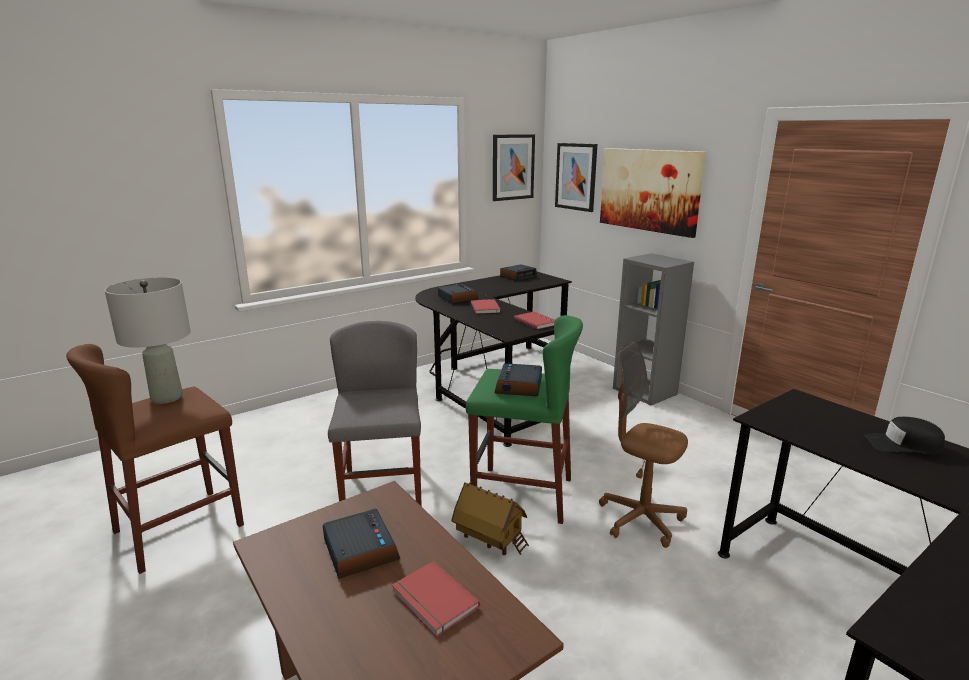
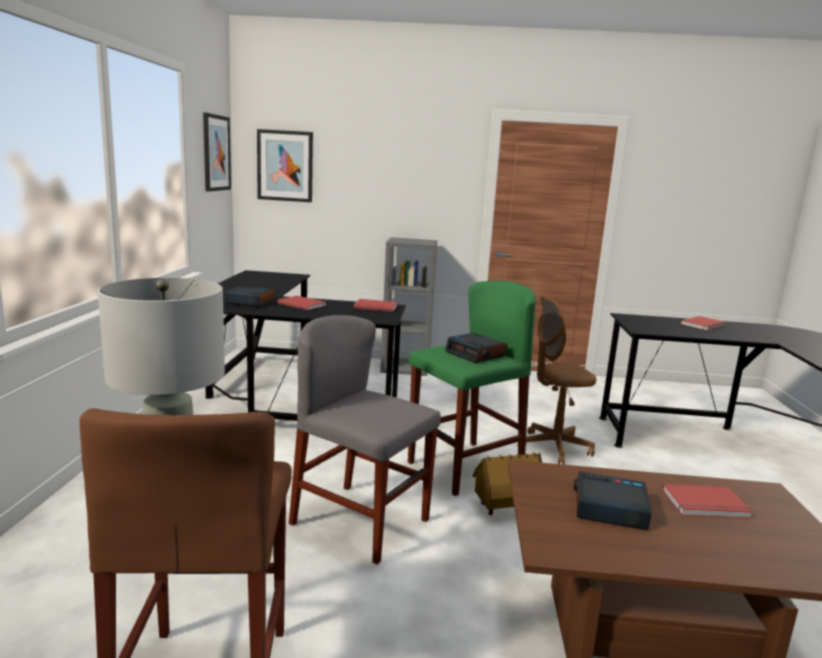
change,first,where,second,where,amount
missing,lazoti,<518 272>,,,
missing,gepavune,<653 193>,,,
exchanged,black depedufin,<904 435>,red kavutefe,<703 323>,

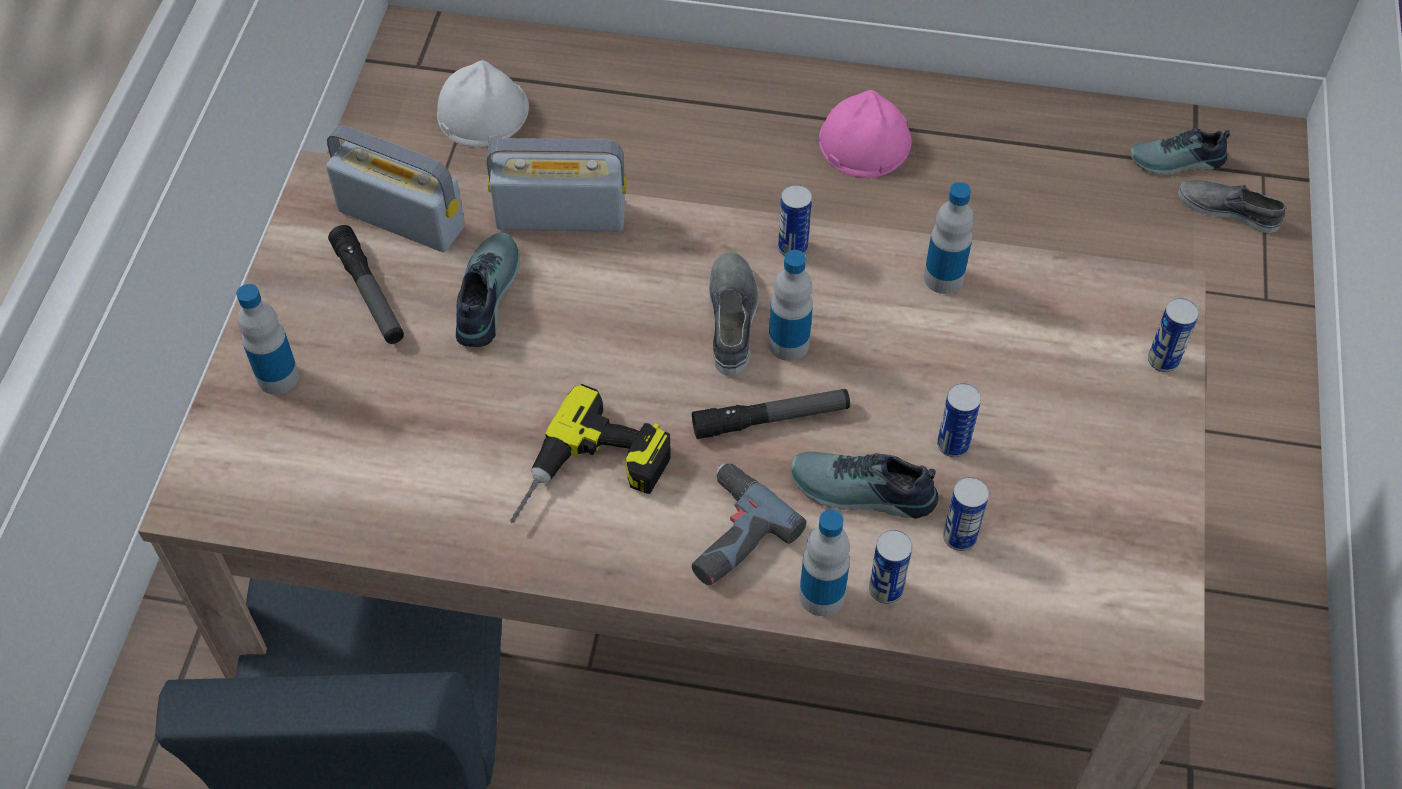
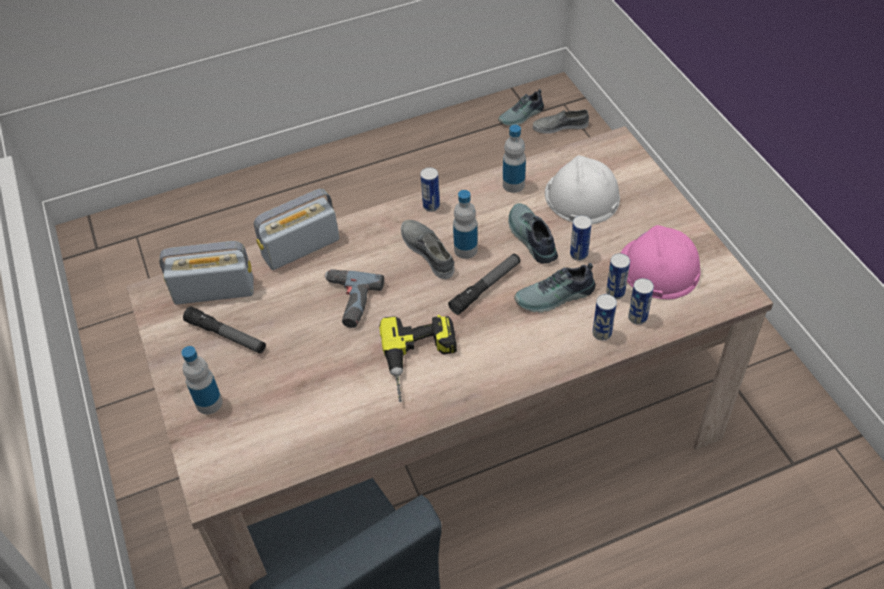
change,first,where,second,where,amount
missing,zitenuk,<824 563>,,,
relocated,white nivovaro,<483 103>,,<582 189>,
relocated,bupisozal,<488 289>,,<533 233>,
relocated,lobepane,<749 524>,,<354 298>,
relocated,pink nivovaro,<865 134>,,<660 262>,
relocated,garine,<1173 335>,,<641 301>,

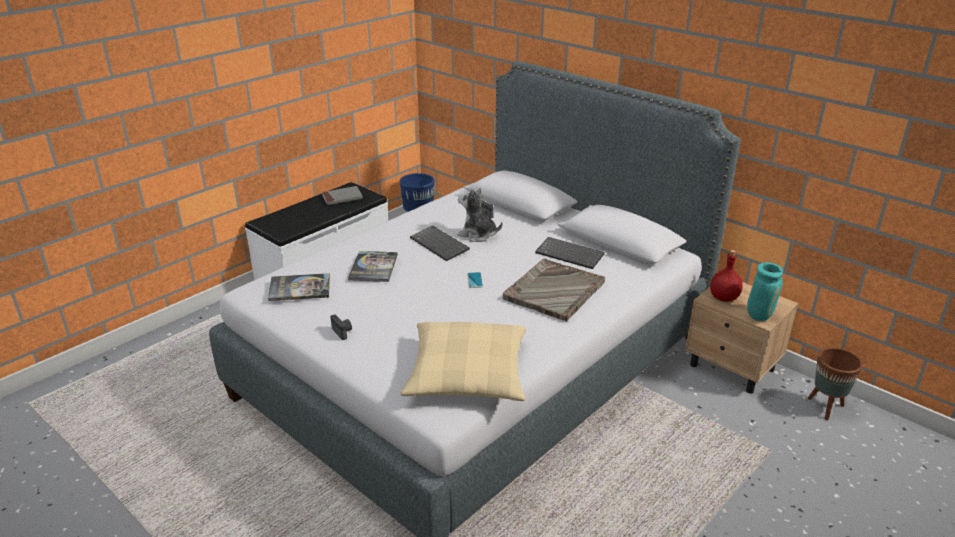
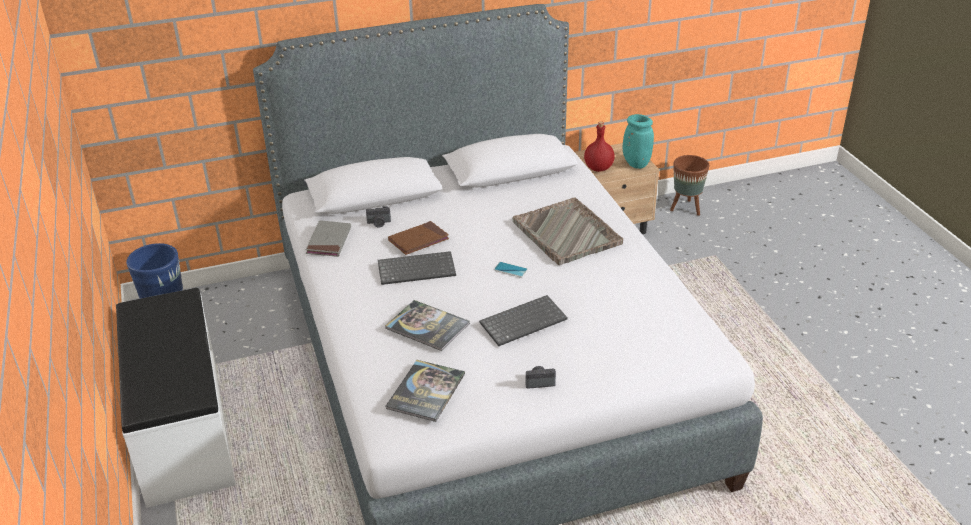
change,first,where,second,where,amount
missing,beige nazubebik,<463 361>,,,
relocated,grey kavutefe,<342 195>,,<328 238>,
relocated,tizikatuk,<570 253>,,<523 320>,
exchanged,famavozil,<479 215>,brown kavutefe,<418 238>,

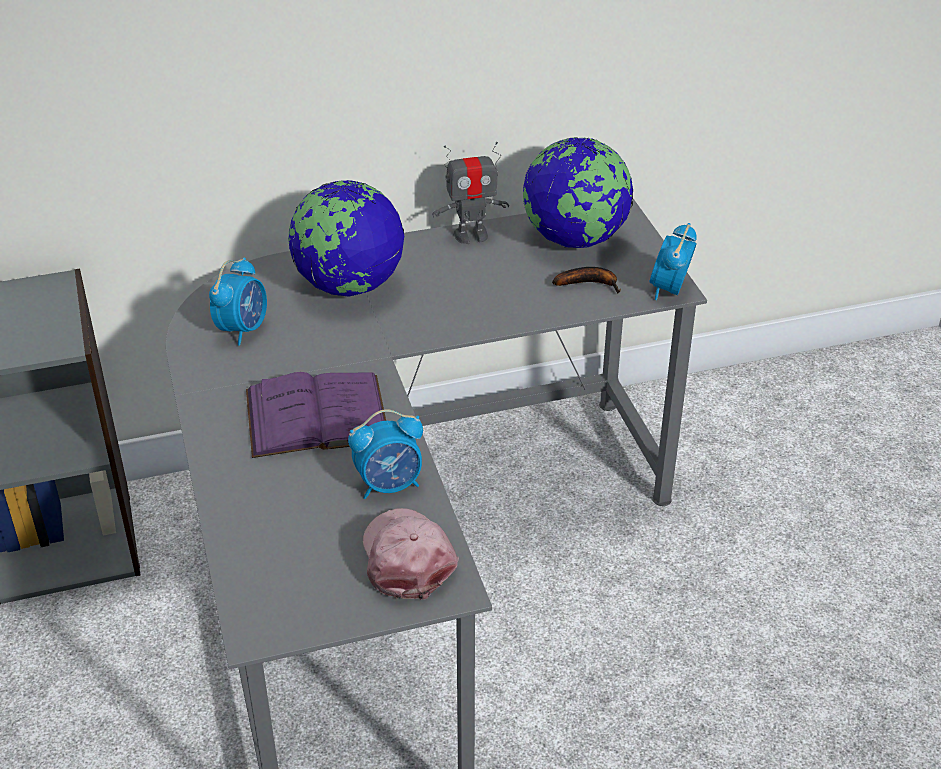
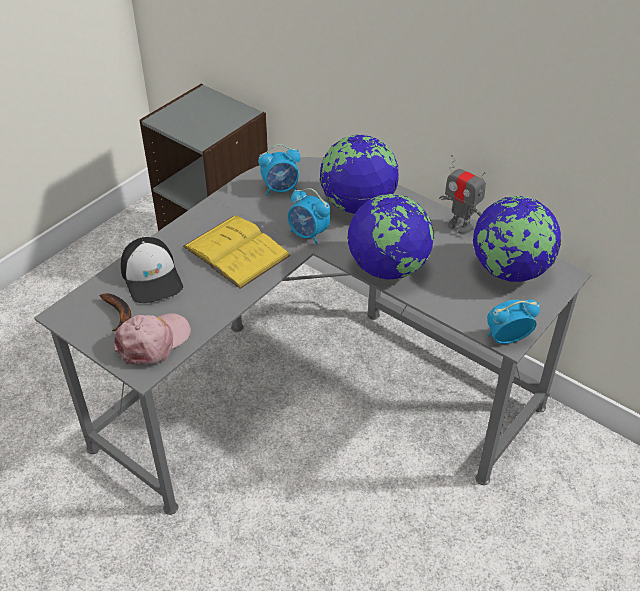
change,first,where,second,where,amount
appeared,,,depedufin,<152 270>,
appeared,,,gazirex,<390 237>,
relocated,lazoti,<385 454>,,<309 216>,
relocated,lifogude,<586 280>,,<115 312>,
colour,purple kavutefe,<316 415>,yellow kavutefe,<237 252>,

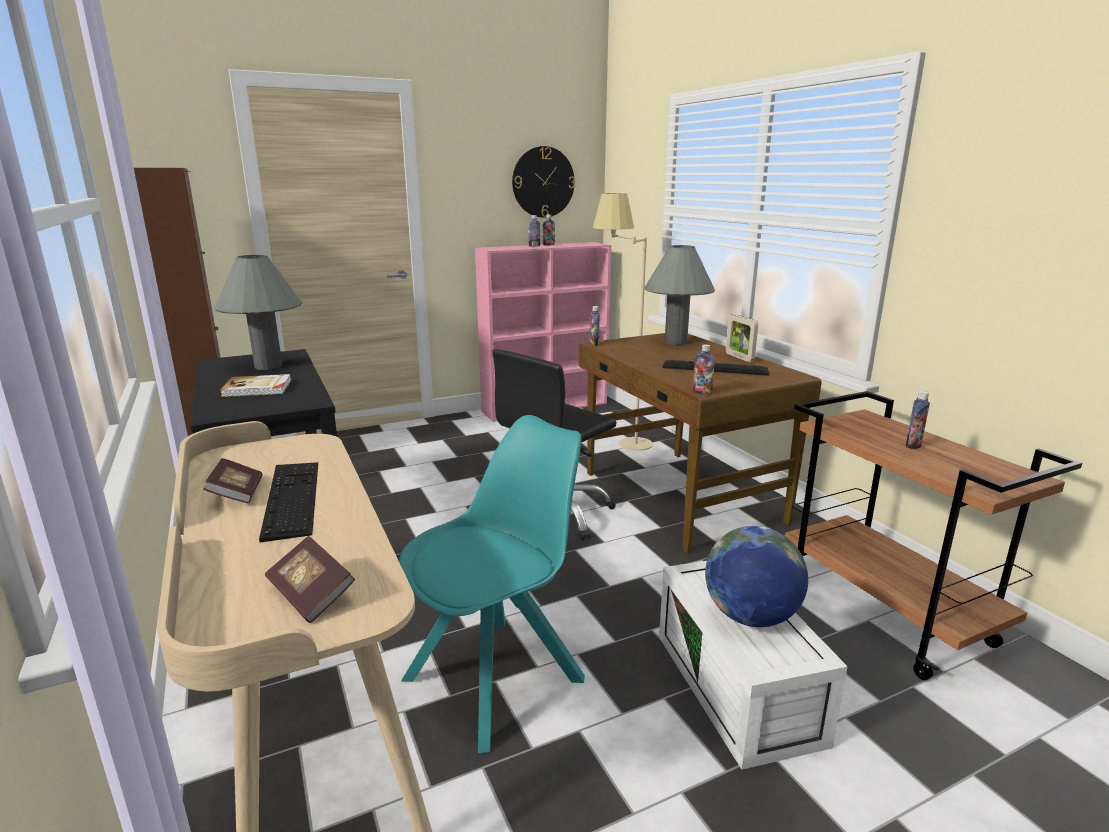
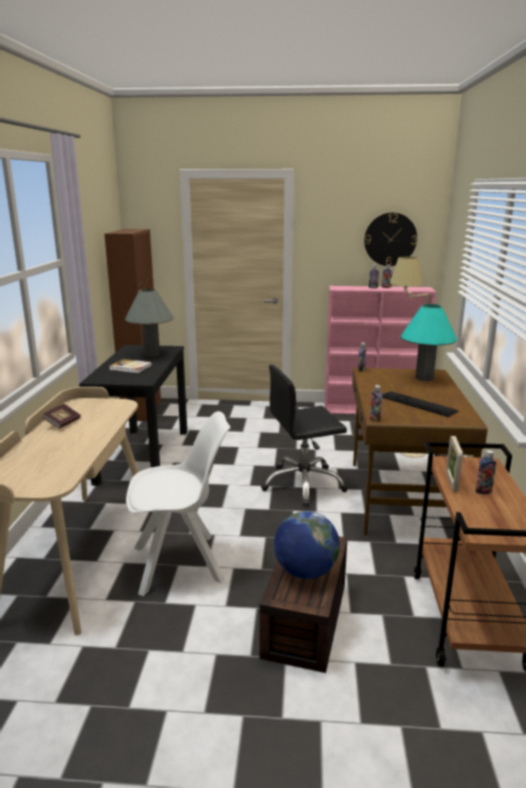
change,first,where,second,where,amount
missing,tizikatuk,<288 502>,,,
missing,kavutefe,<310 579>,,,
relocated,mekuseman,<742 338>,,<454 464>,
colour,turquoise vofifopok,<492 584>,white vofifopok,<178 503>,
colour,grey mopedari,<679 295>,turquoise mopedari,<429 342>,
colour,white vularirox,<753 665>,brown vularirox,<303 604>,

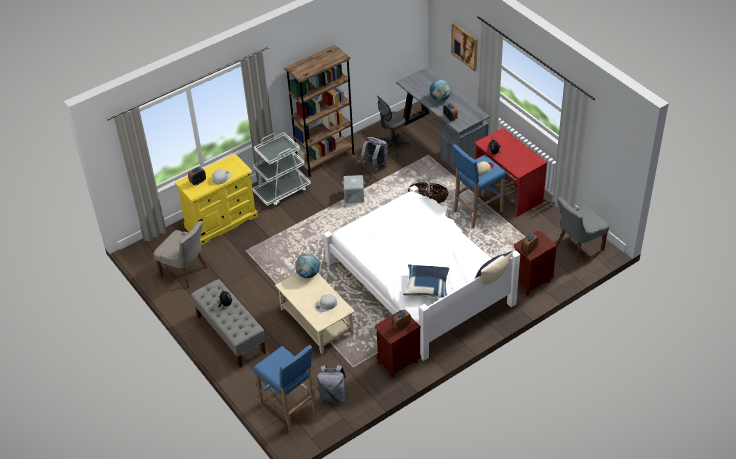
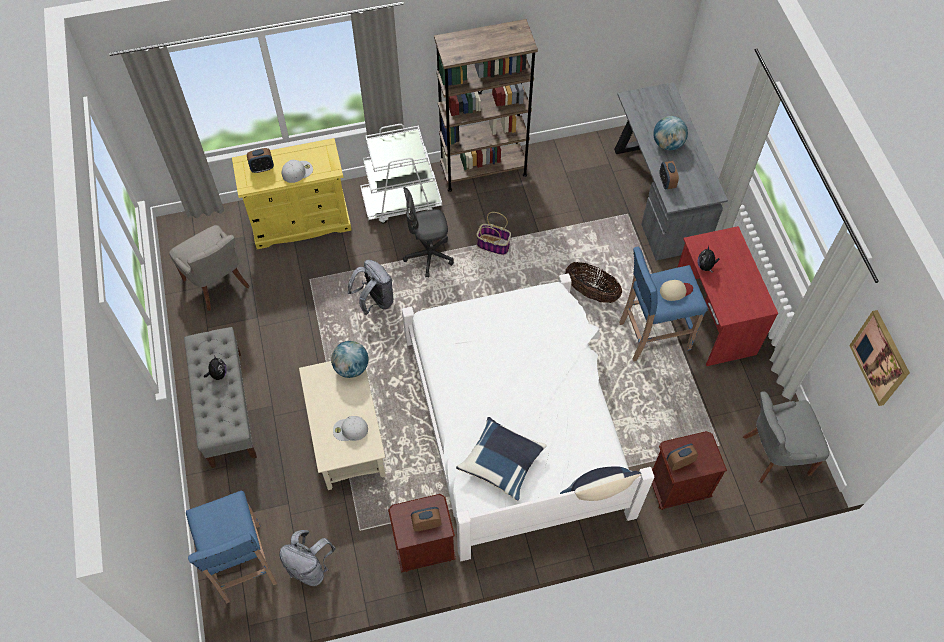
change,first,where,second,where,amount
relocated,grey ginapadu,<374 154>,,<370 287>,
relocated,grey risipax,<393 126>,,<428 232>,
relocated,gepavune,<464 47>,,<879 358>,
exchanged,grey vularirox,<353 189>,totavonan,<493 233>,

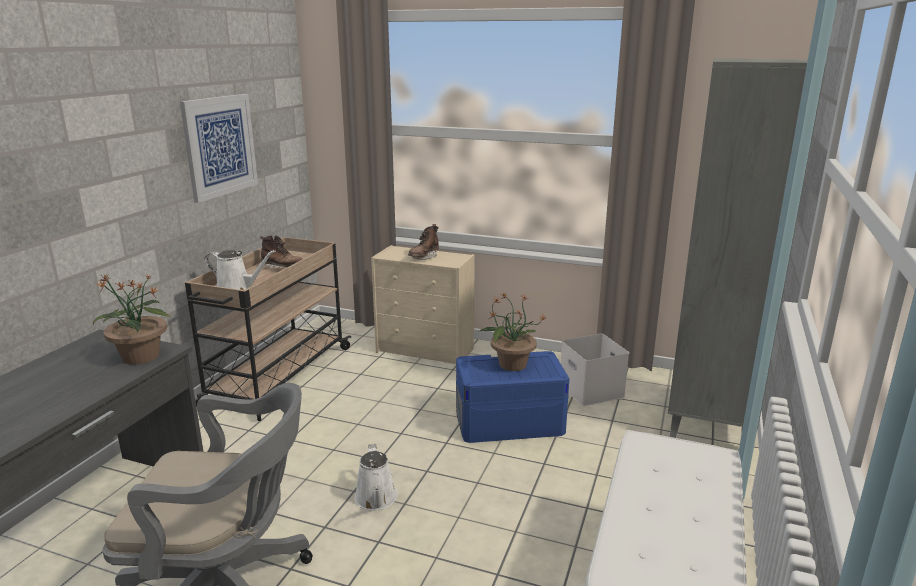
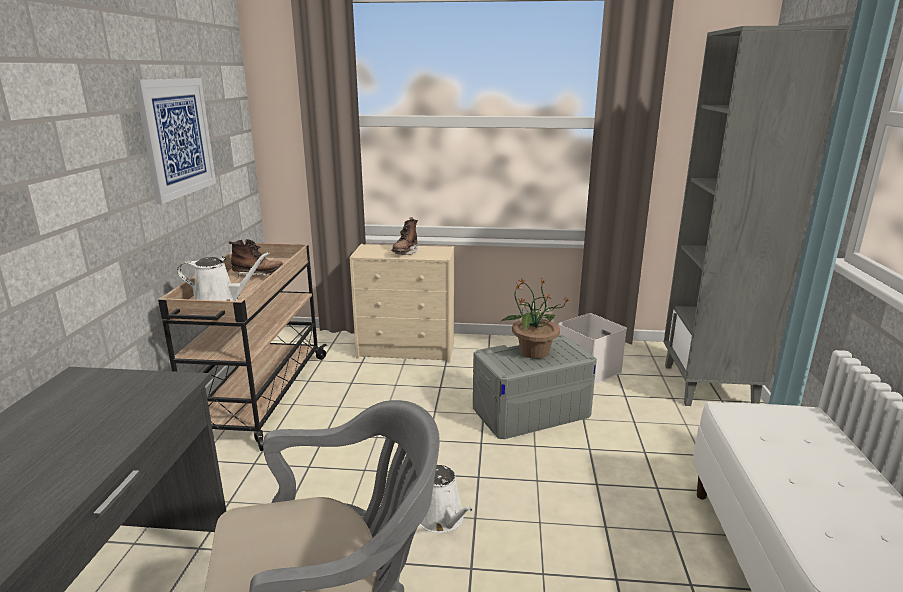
change,first,where,second,where,amount
missing,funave,<132 319>,,,
colour,blue vularirox,<512 397>,grey vularirox,<535 387>,

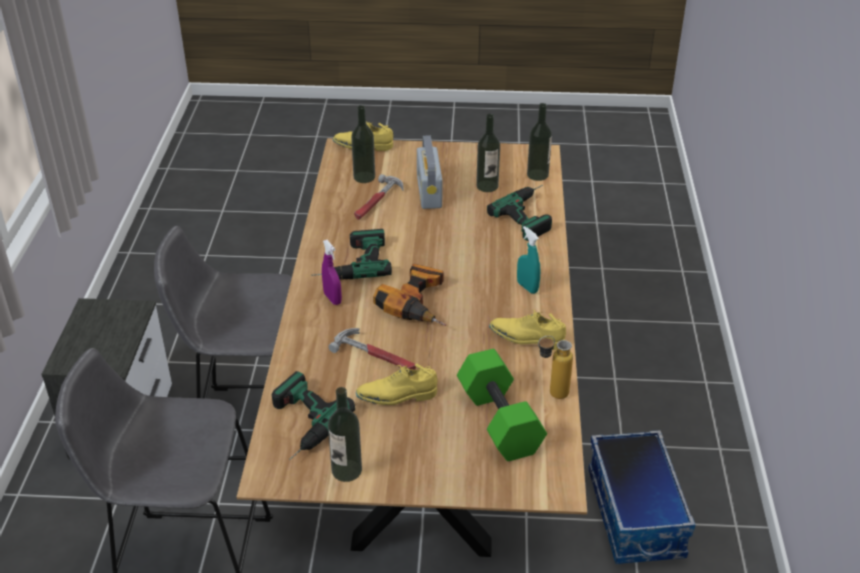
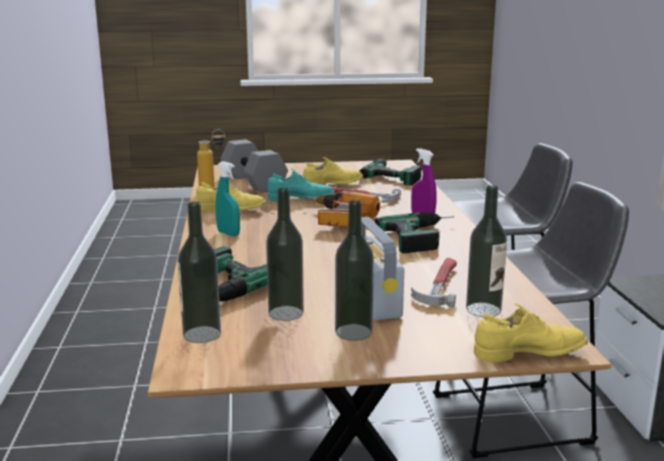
change,first,where,second,where,amount
missing,vularirox,<641 497>,,,
appeared,,,turquoise bupisozal,<301 185>,
relocated,zitenuk,<345 434>,,<354 270>,
colour,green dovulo,<502 405>,grey dovulo,<254 166>,

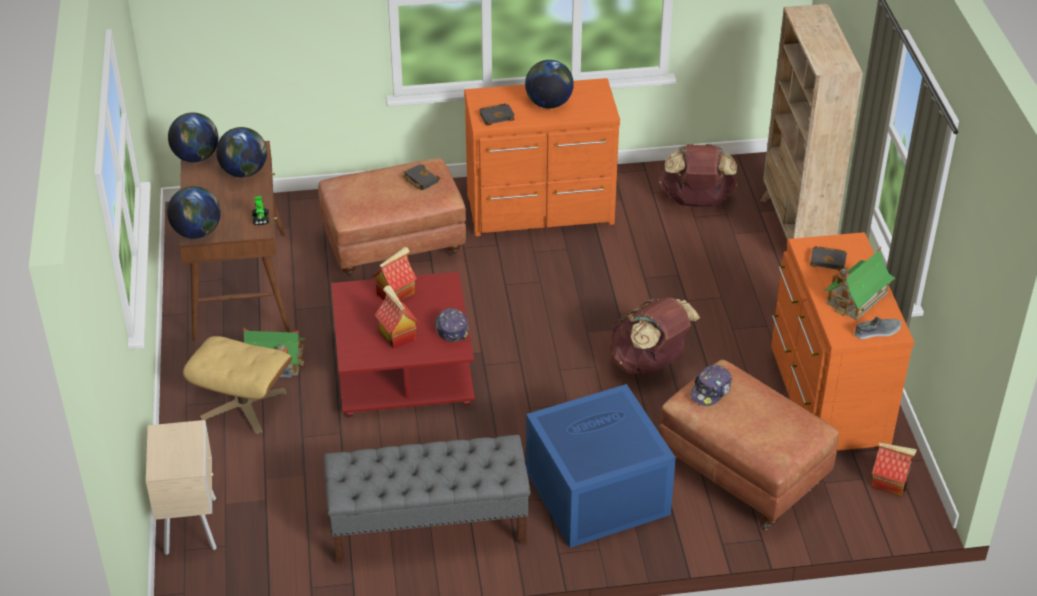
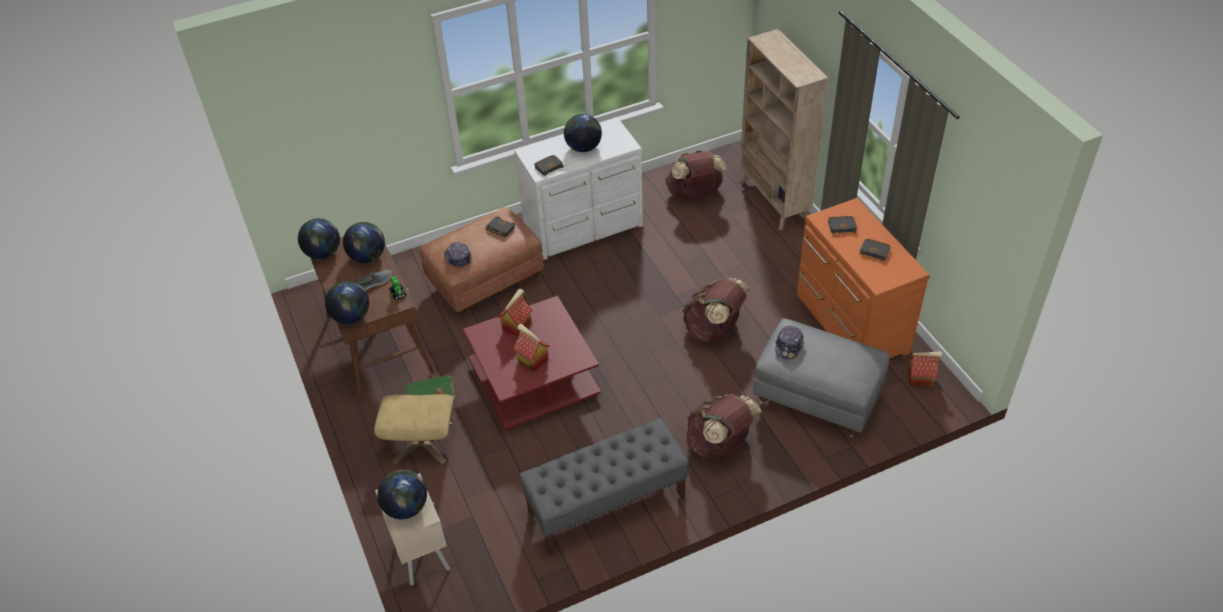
change,first,where,second,where,amount
appeared,,,gazirex,<402 494>,
relocated,depedufin,<451 325>,,<458 254>,
relocated,grey bupisozal,<878 328>,,<374 280>,
exchanged,blue vularirox,<601 466>,brown ginapadu,<724 425>,
exchanged,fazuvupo,<859 283>,black kavutefe,<874 250>,
colour,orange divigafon,<542 157>,white divigafon,<578 189>,
colour,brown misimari,<749 444>,grey misimari,<821 378>,

